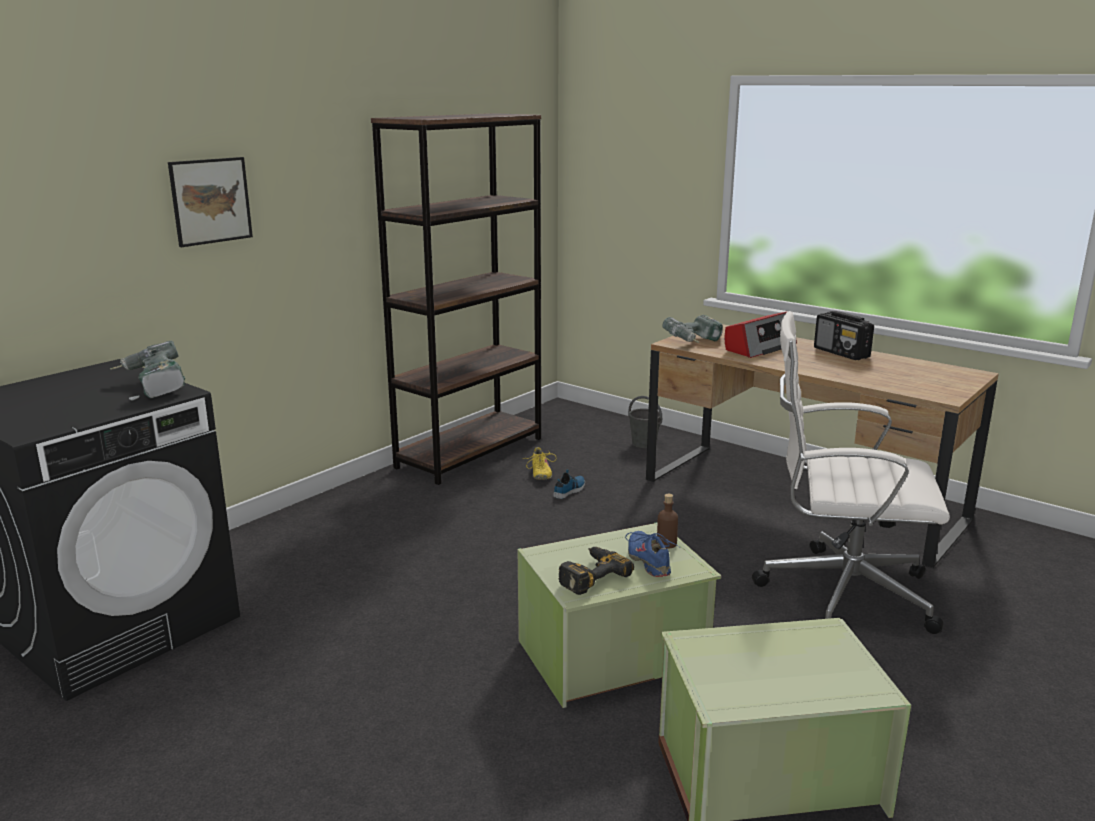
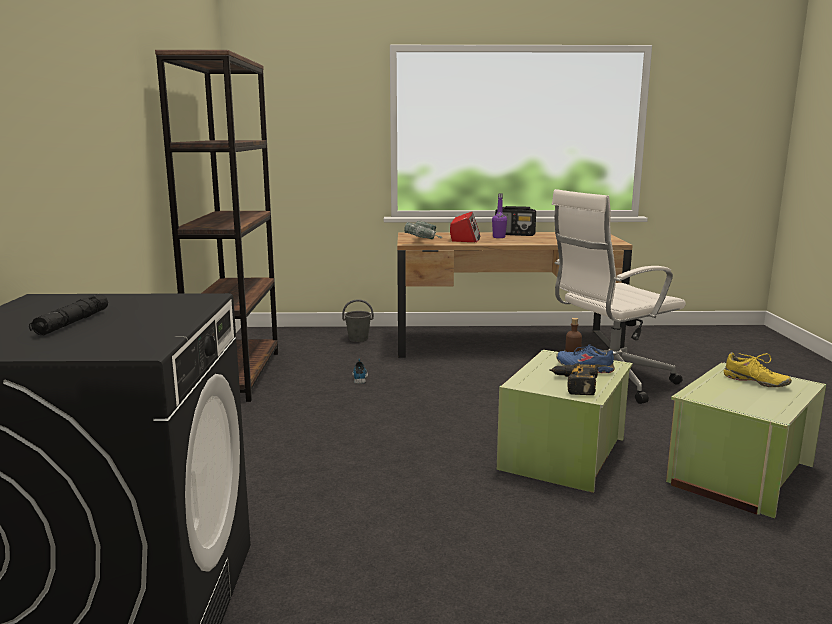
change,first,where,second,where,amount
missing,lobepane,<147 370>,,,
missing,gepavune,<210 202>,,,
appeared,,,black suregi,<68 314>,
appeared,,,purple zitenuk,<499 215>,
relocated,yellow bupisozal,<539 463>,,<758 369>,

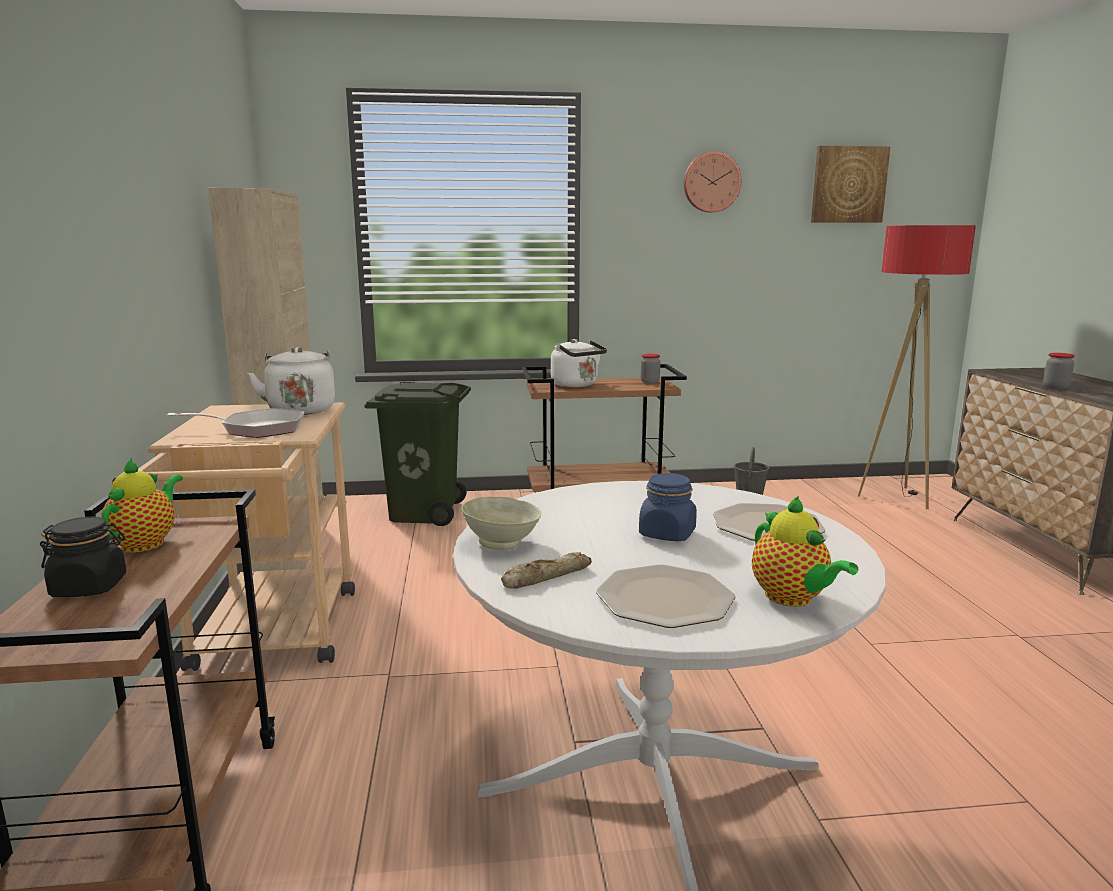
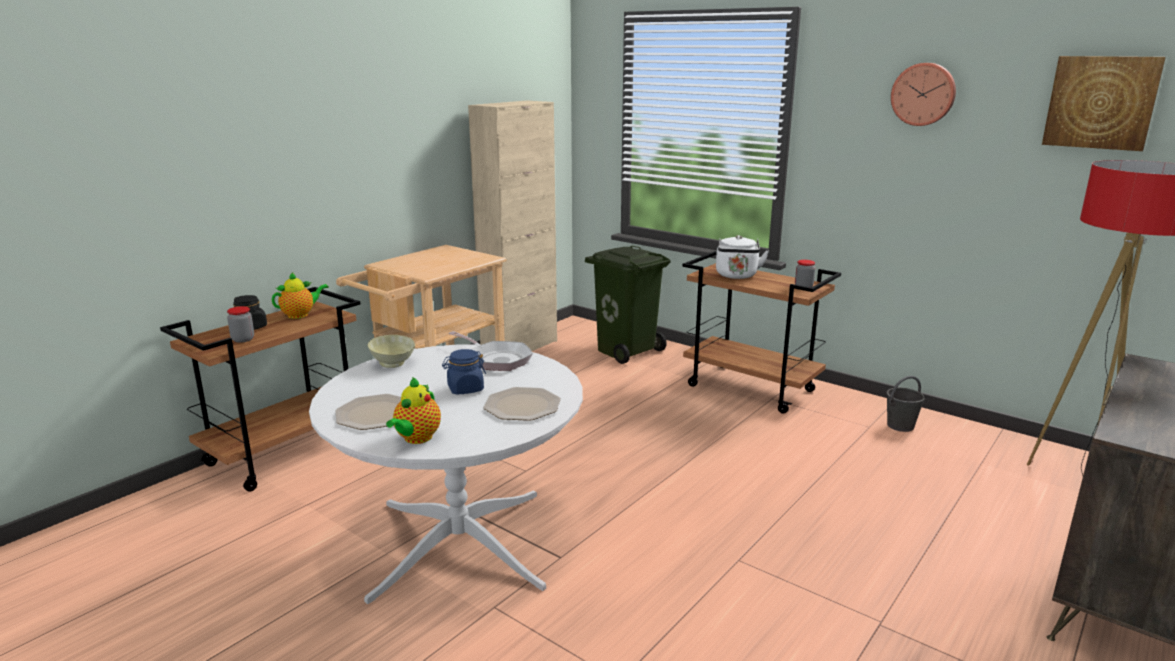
change,first,where,second,where,amount
missing,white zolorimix,<291 381>,,,
missing,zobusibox,<546 570>,,,
relocated,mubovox,<235 423>,,<491 351>,
relocated,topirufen,<1059 371>,,<240 324>,

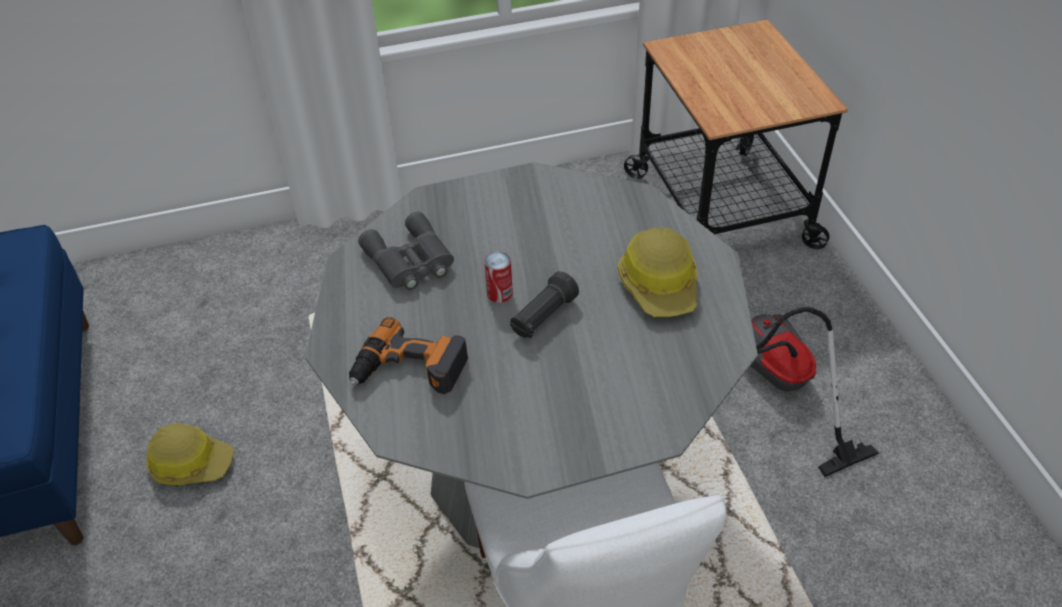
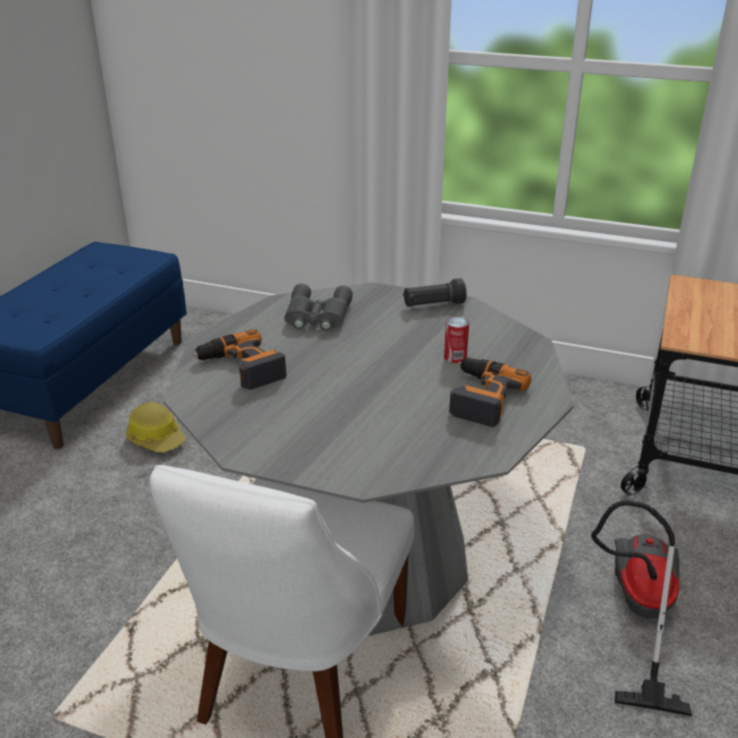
change,first,where,second,where,amount
relocated,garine,<498 277>,,<456 340>,
relocated,black suregi,<544 305>,,<435 292>,
exchanged,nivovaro,<657 272>,lobepane,<490 392>,

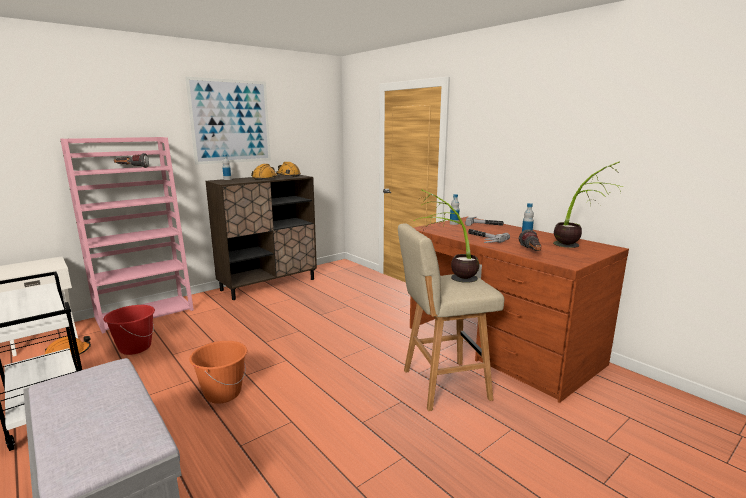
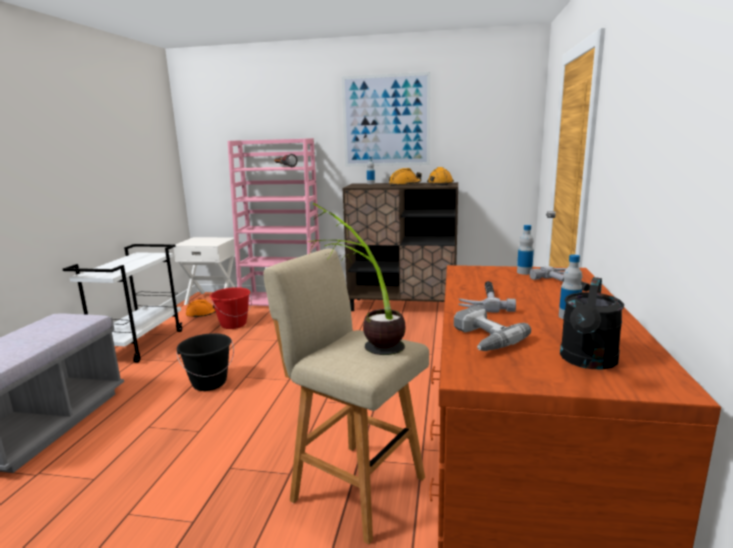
change,first,where,second,where,amount
exchanged,suregi,<530 240>,lobepane,<492 328>,
exchanged,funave,<588 204>,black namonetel,<592 323>,
colour,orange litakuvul,<218 372>,black litakuvul,<205 362>,

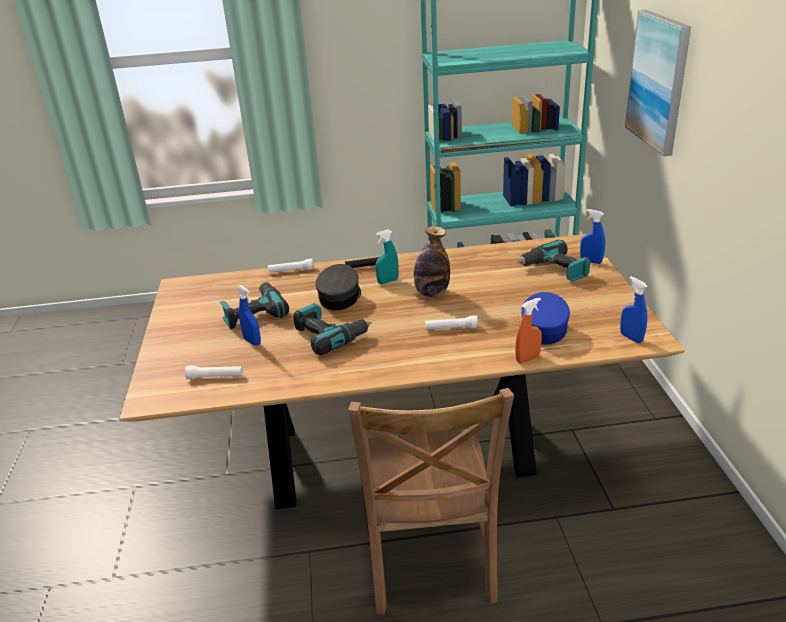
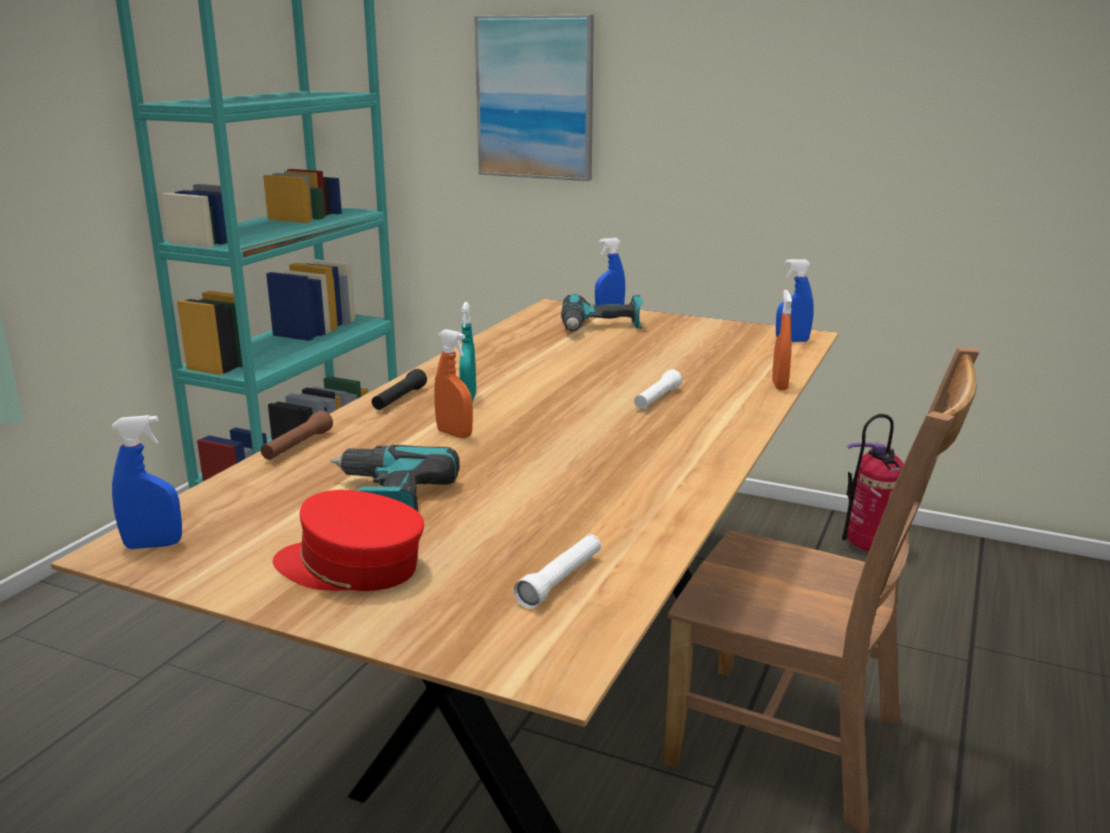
change,first,where,second,where,amount
missing,lobepane,<332 329>,,,
missing,zitenuk,<432 261>,,,
missing,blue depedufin,<545 318>,,,
appeared,,,red depedufin,<348 540>,
appeared,,,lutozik,<873 482>,
relocated,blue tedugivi,<249 315>,,<146 482>,
exchanged,grey depedufin,<338 287>,orange tedugivi,<453 383>,
colour,white suregi,<290 266>,brown suregi,<297 435>,

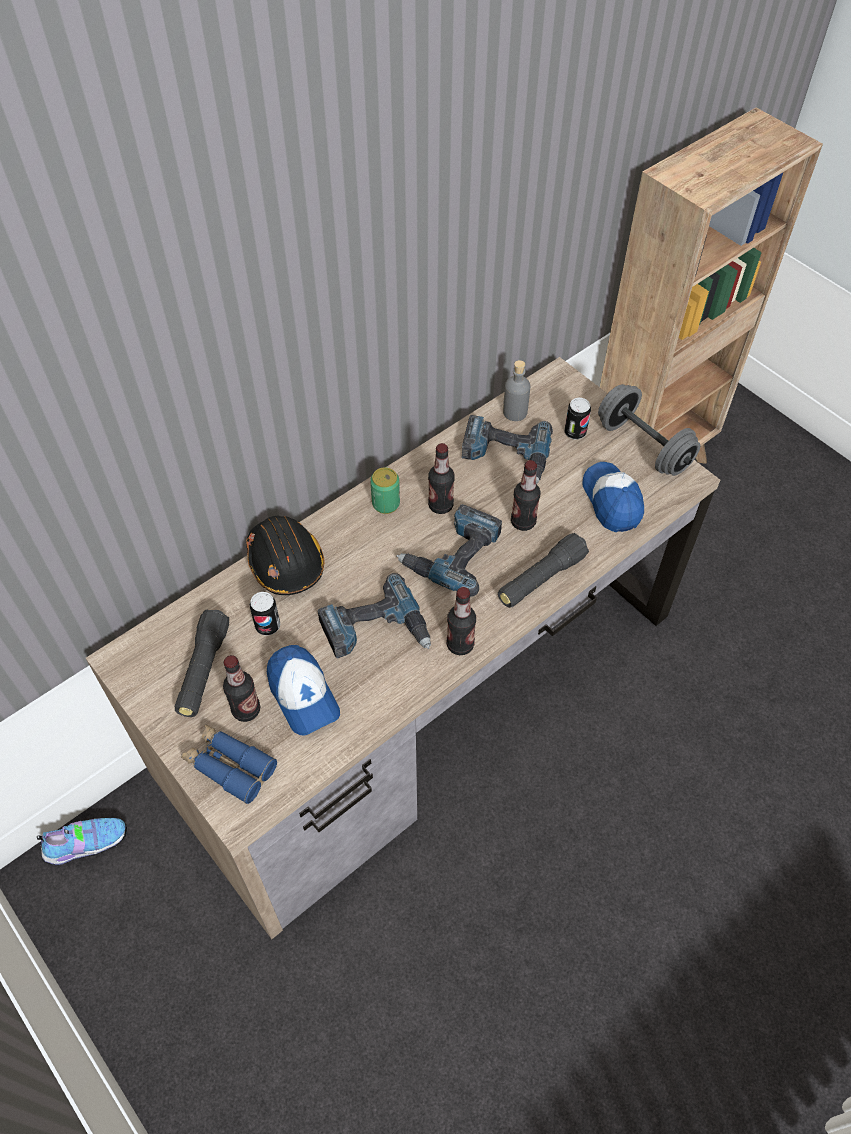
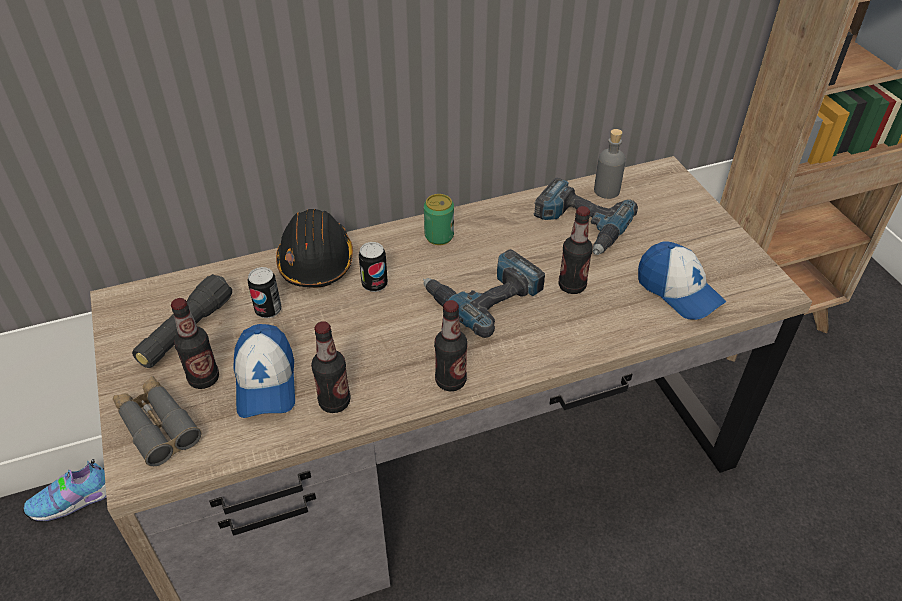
change,first,where,second,where,amount
missing,lobepane,<374 615>,,,
missing,black suregi,<543 570>,,,
missing,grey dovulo,<649 430>,,,
relocated,zitenuk,<441 478>,,<331 367>,
relocated,garine,<577 419>,,<373 267>,
colour,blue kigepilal,<229 764>,grey kigepilal,<157 421>,
spun,bupisozal,<82 842>,,<65 490>,150 degrees clockwise
spun,depedufin,<613 497>,,<682 280>,135 degrees clockwise

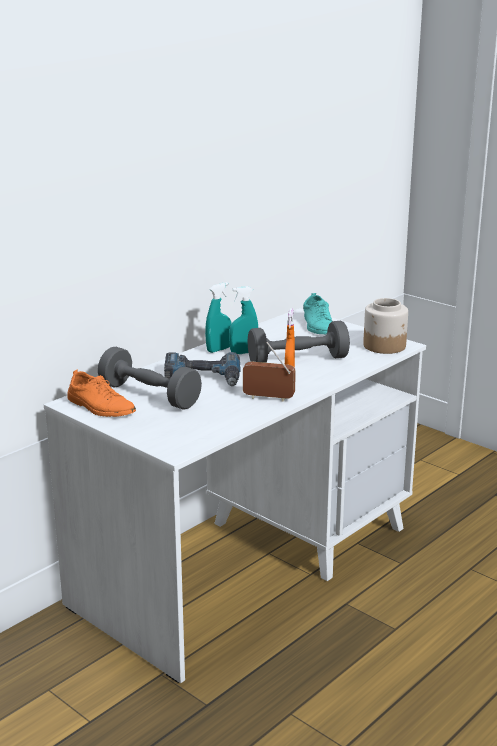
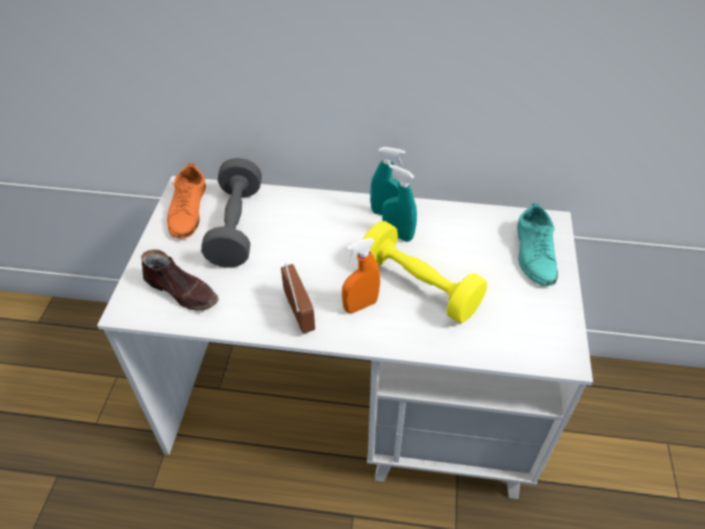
change,first,where,second,where,amount
missing,lobepane,<202 369>,,,
missing,topirufen,<385 326>,,,
appeared,,,brown bupisozal,<180 280>,
colour,grey dovulo,<299 342>,yellow dovulo,<425 272>,
spun,turquoise bupisozal,<317 313>,,<537 244>,45 degrees counterclockwise

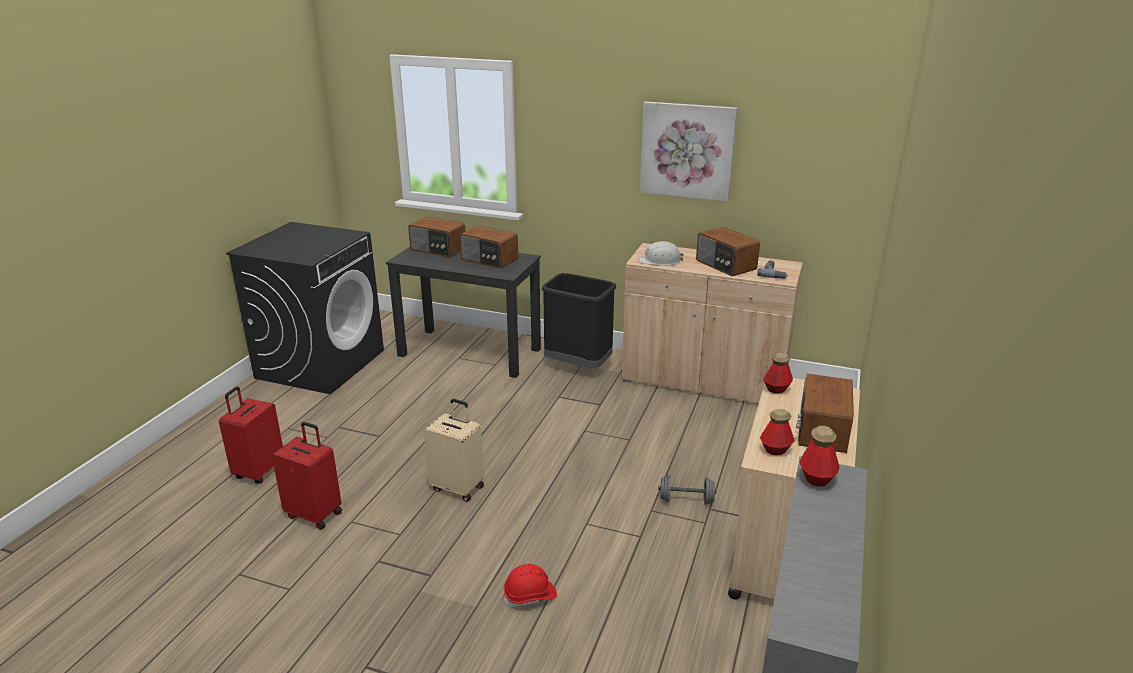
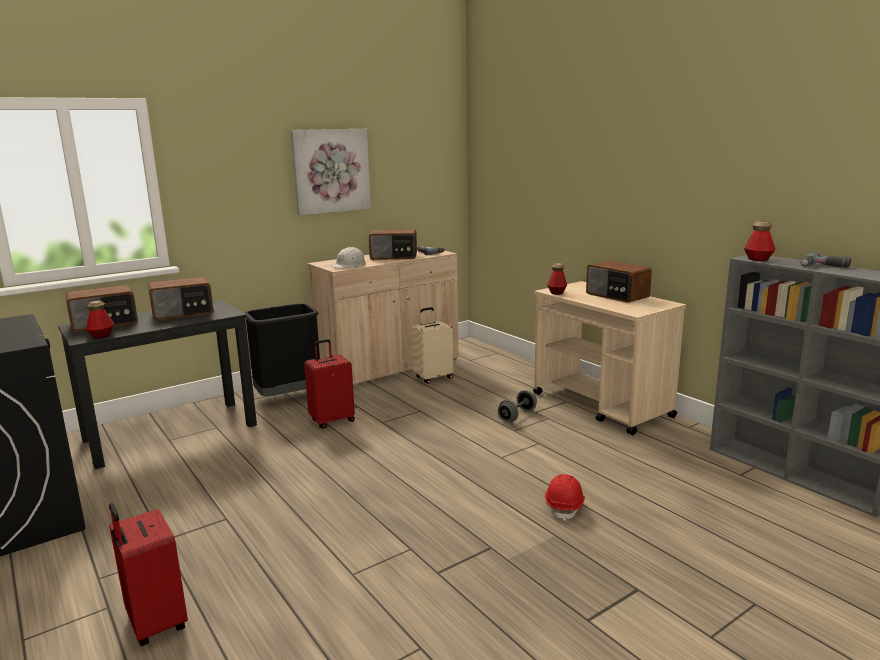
change,first,where,second,where,amount
appeared,,,lobepane,<826 260>,
relocated,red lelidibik,<307 476>,,<329 384>,
relocated,beige lelidibik,<454 450>,,<432 345>,
relocated,zitenuk,<777 432>,,<100 320>,

